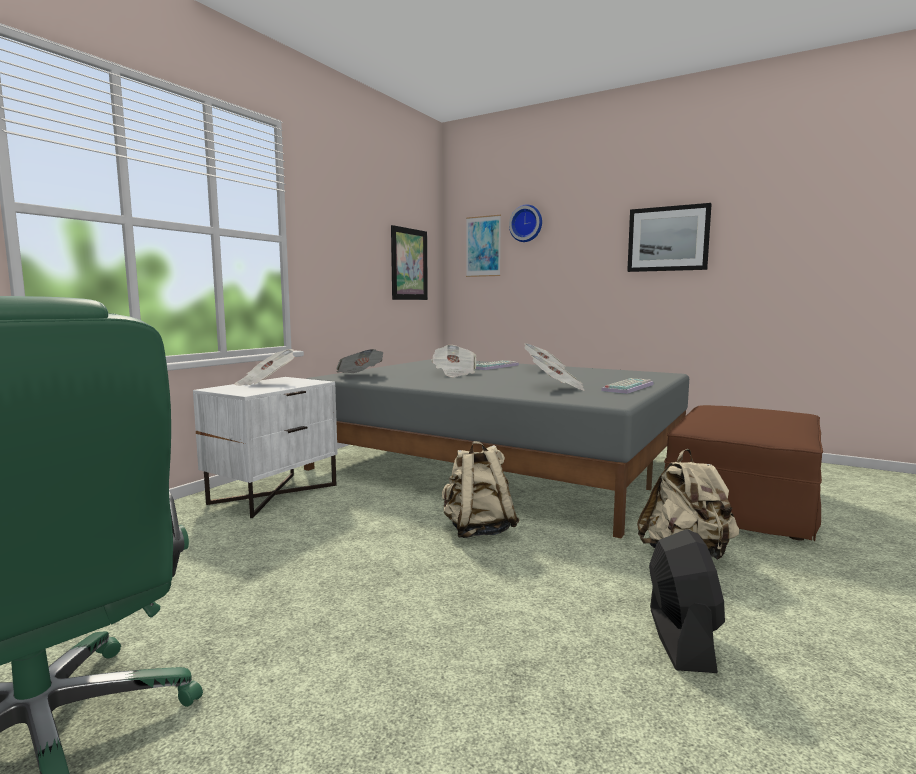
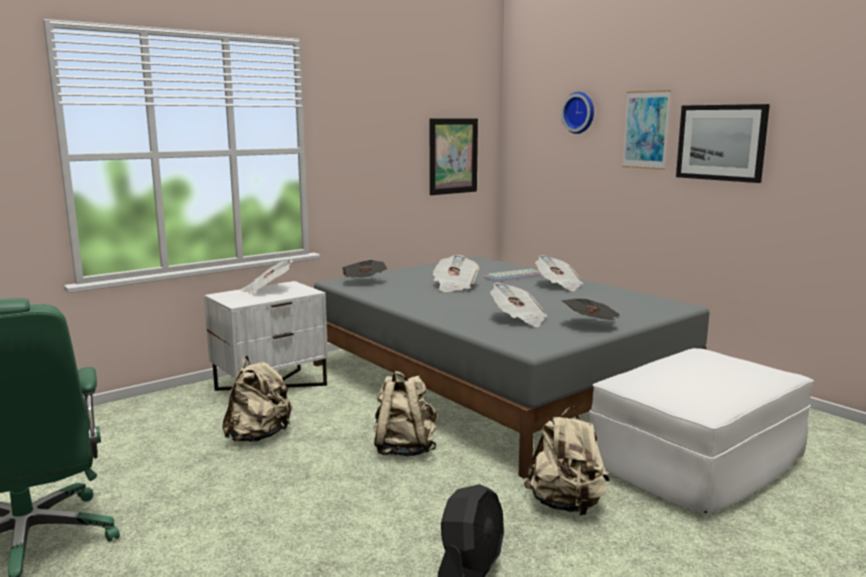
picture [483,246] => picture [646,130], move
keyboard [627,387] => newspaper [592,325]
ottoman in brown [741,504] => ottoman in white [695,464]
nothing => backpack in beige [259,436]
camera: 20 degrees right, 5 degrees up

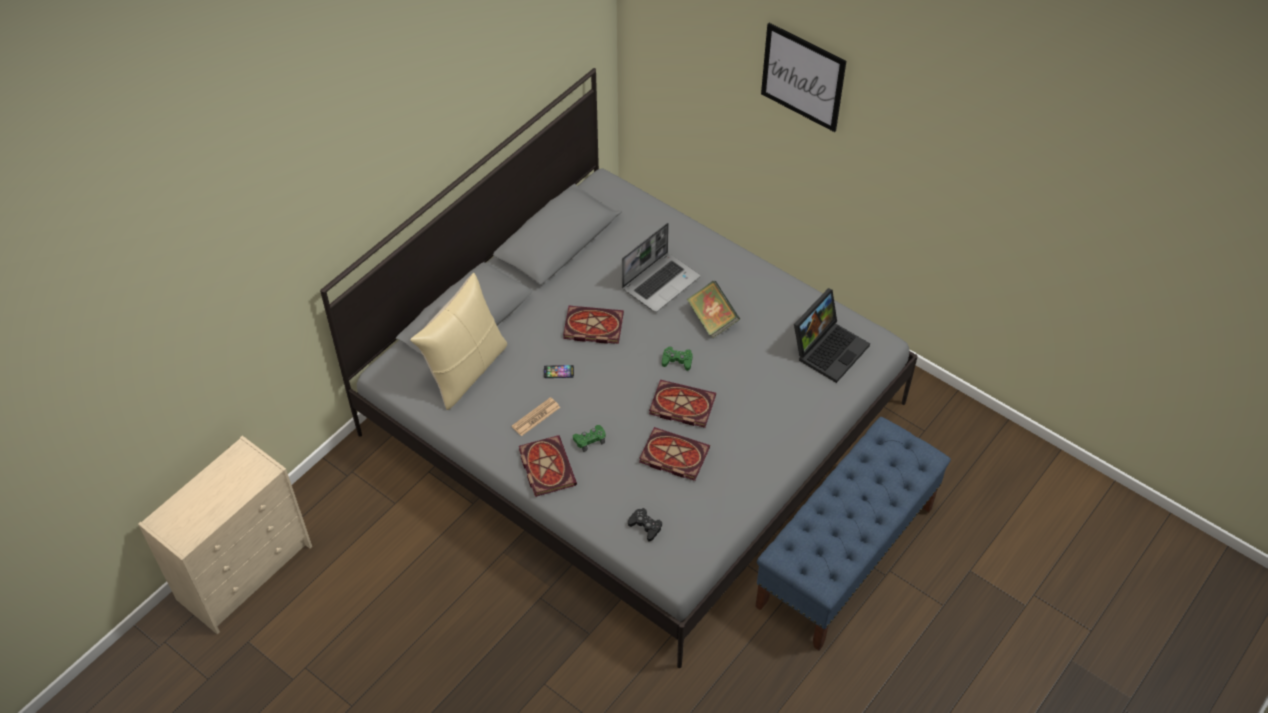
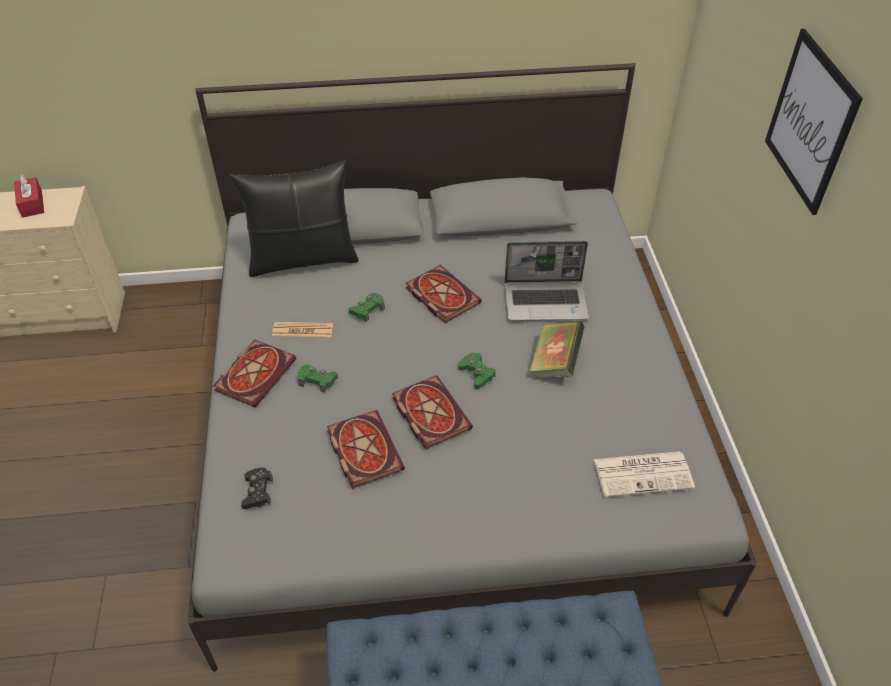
pillow in beige [465,370] => pillow in black [303,259]
laptop [829,348] => newspaper [644,473]
phone [558,372] => game controller in green [367,310]
nothing => tissue box in red [32,204]
camera: 45 degrees right, 5 degrees down

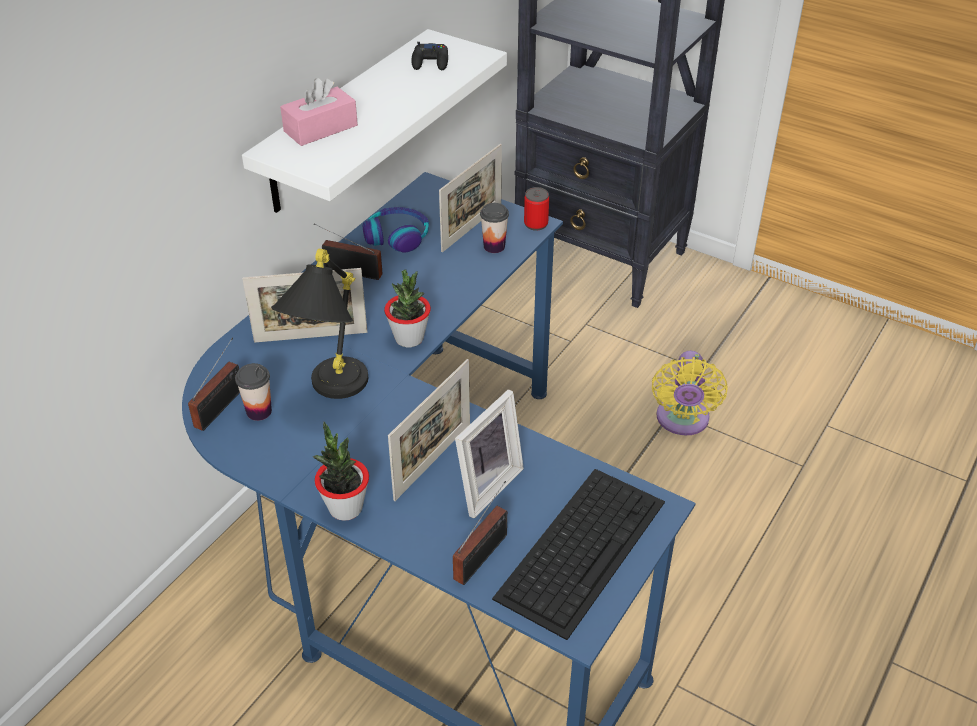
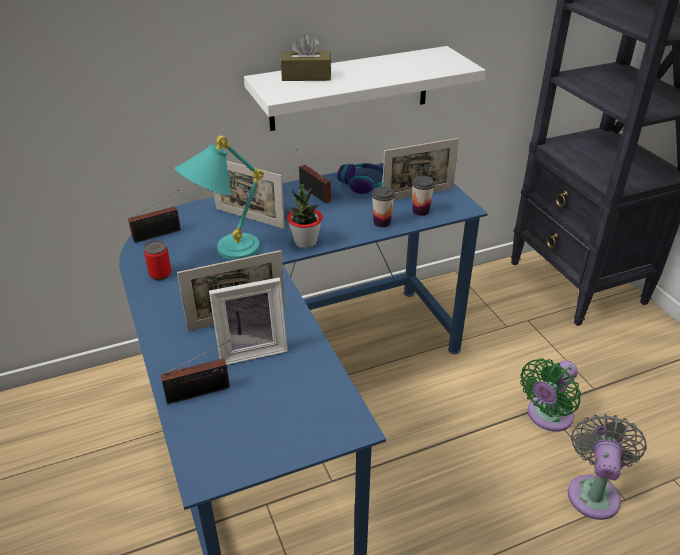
game controller in black [431,62] => nothing
tissue box in pink [320,128] => tissue box in brown [306,76]
can [536,224] => can [160,274], move
table lamp in black [330,393] => table lamp in turquoise [224,253]
fan in yellow [682,421] => fan in green [547,417]
cup [259,411] => cup [382,222], move
potted plant [345,508] => nothing
keyboard [582,547] => nothing
nothing => fan in grey [594,492]
camera: 35 degrees right, 5 degrees down

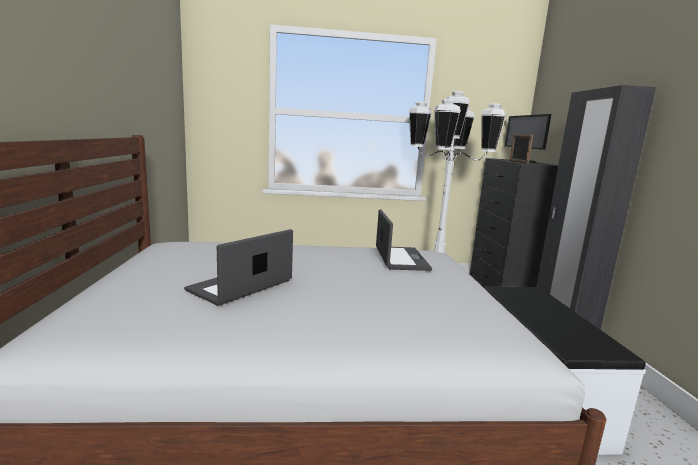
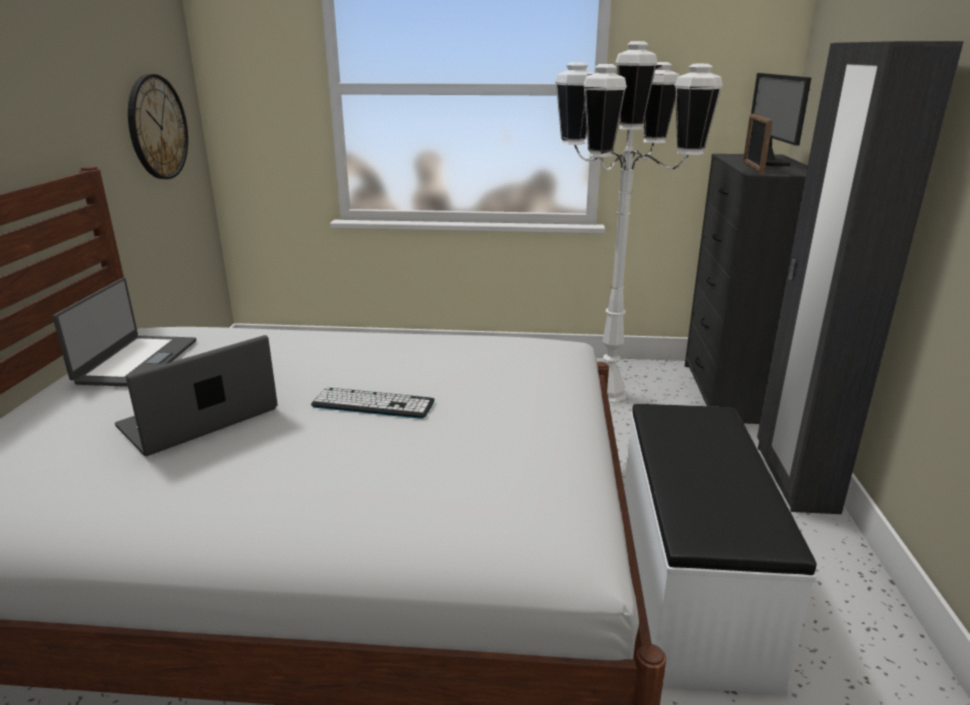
laptop [400,259] => laptop [136,361], move
nothing => wall clock [157,127]
nothing => keyboard [373,404]
camera: 10 degrees right, 10 degrees up

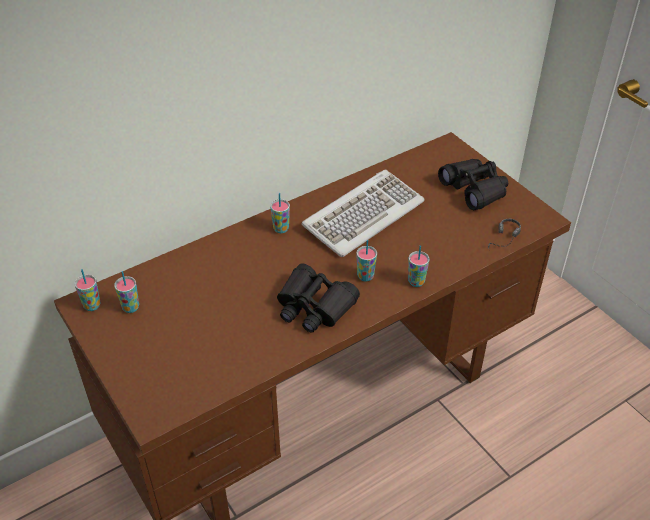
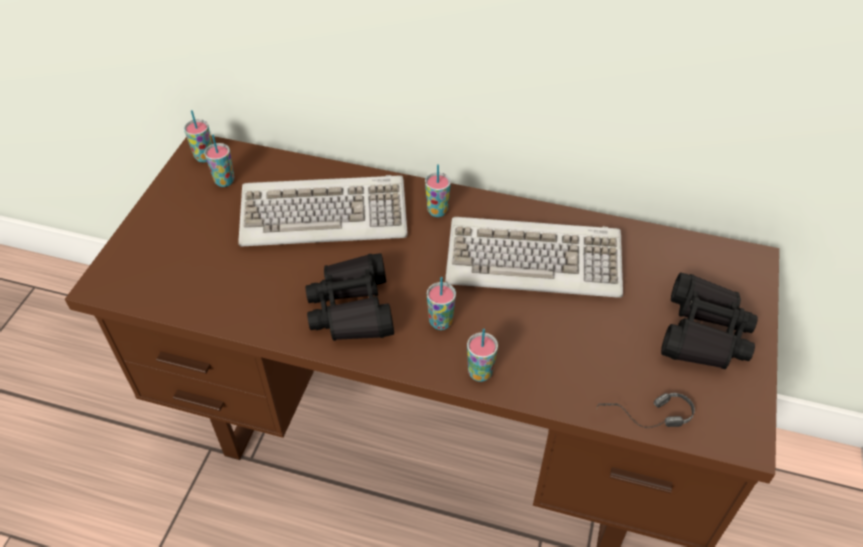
nothing => keyboard [324,215]
camera: 50 degrees right, 5 degrees up

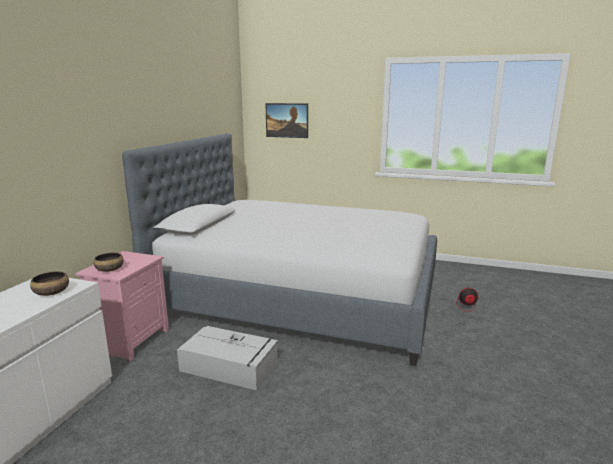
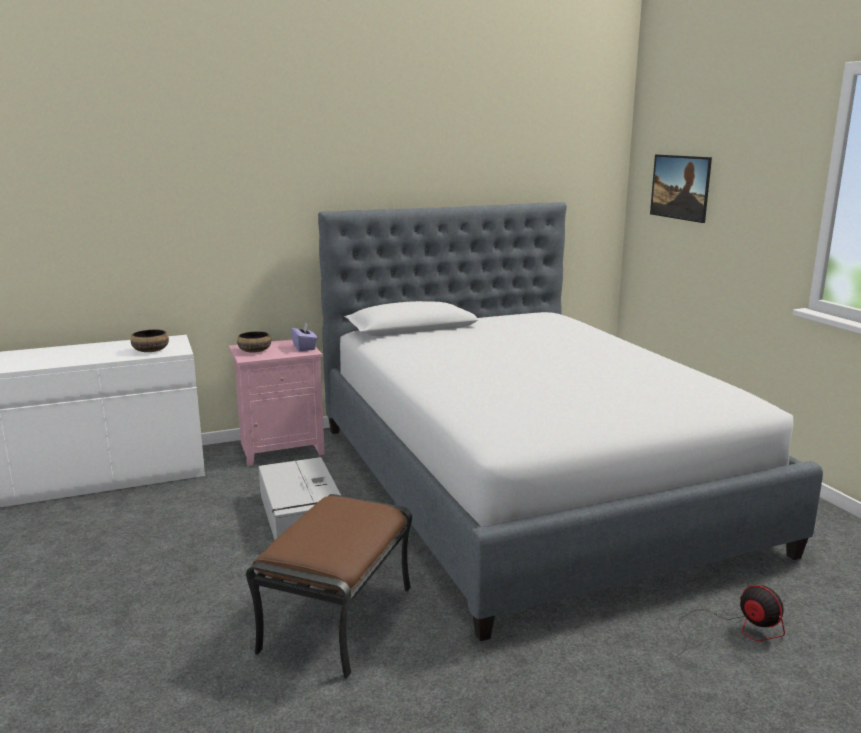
nothing => tissue box in purple [304,347]
nothing => ottoman in brown [337,617]
camera: 50 degrees right, 0 degrees up

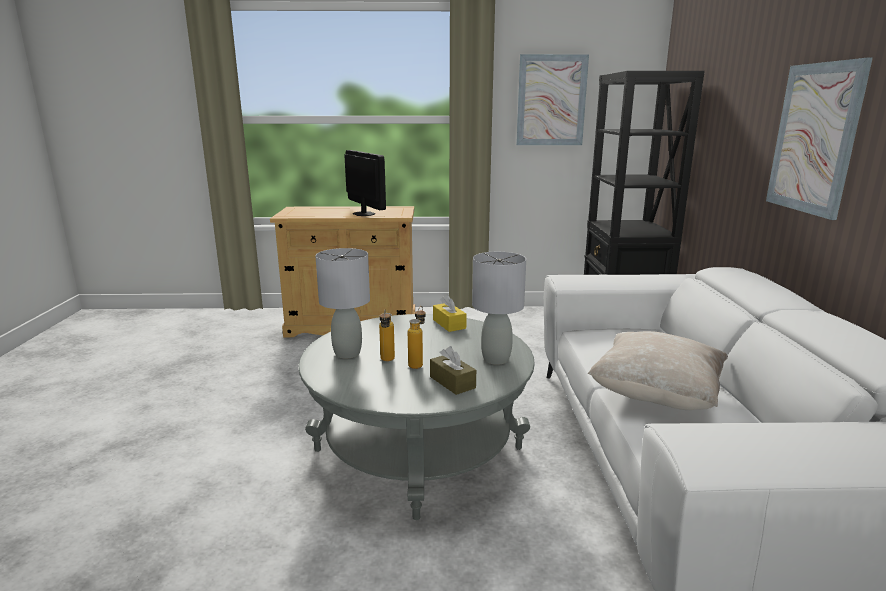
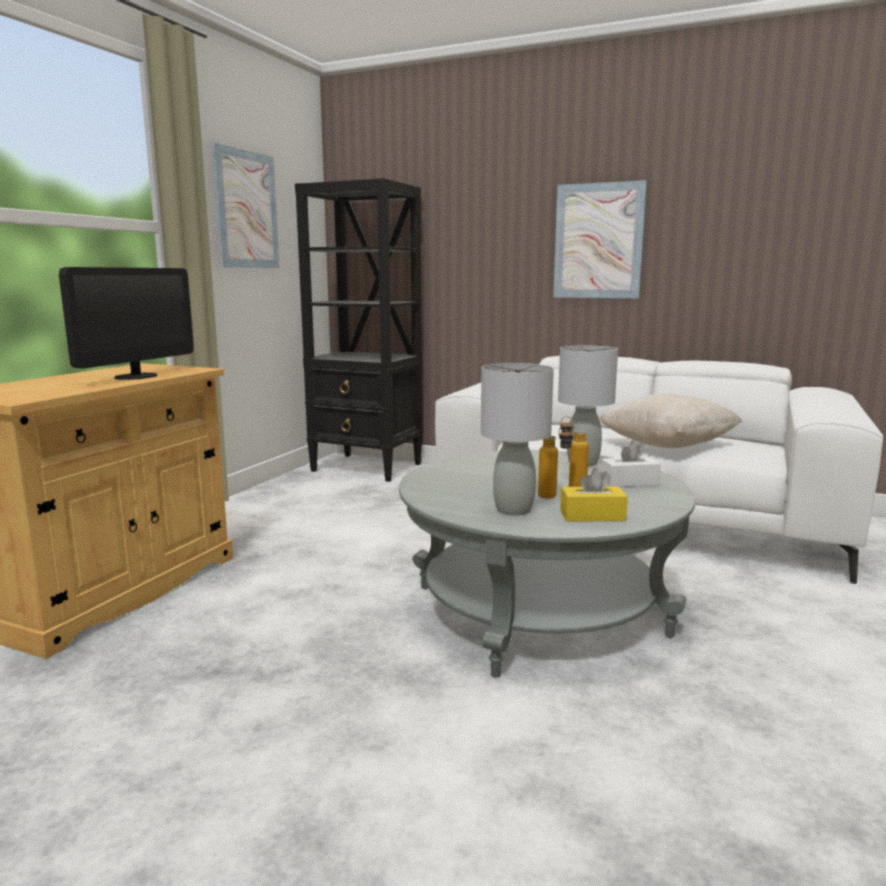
monitor [364,214] => monitor [136,376], 120 degrees clockwise
tissue box in yellow [449,324] => tissue box in yellow [592,516], move
tissue box in brown [452,382] => tissue box in white [629,482]
camera: 65 degrees left, 5 degrees down

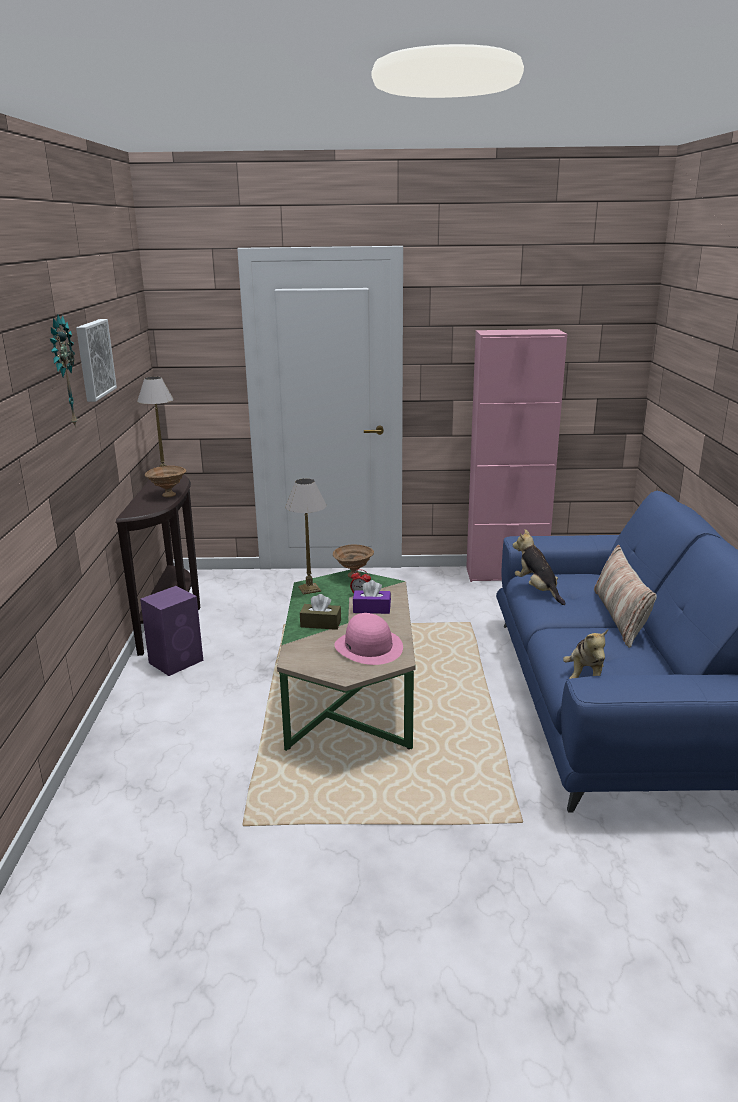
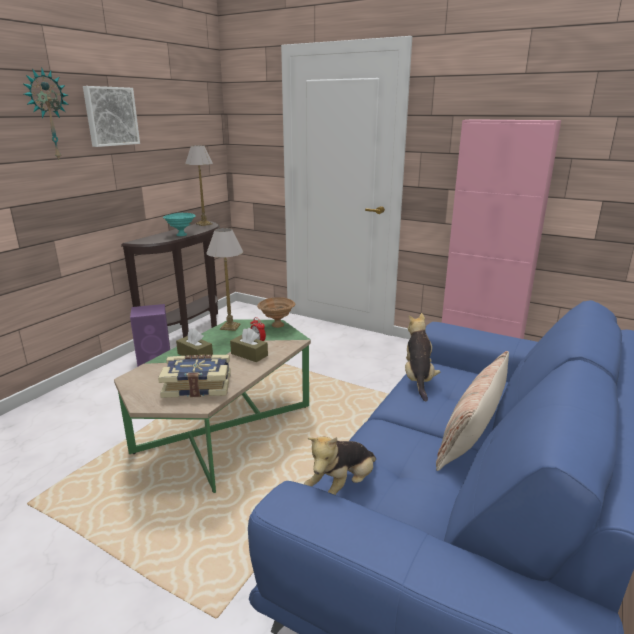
bowl in brown [168,495] => bowl in turquoise [180,235]
tissue box in purple [372,609] => tissue box in brown [249,354]
hat in pink [369,647] => book [197,385]
camera: 30 degrees right, 0 degrees up

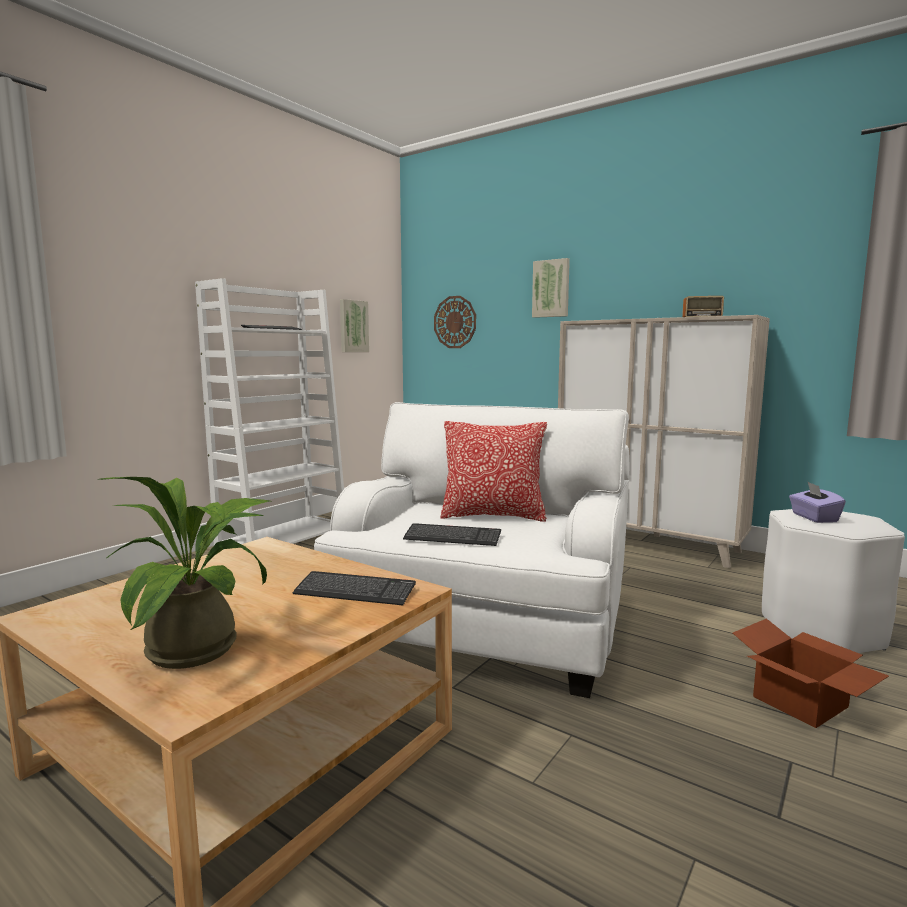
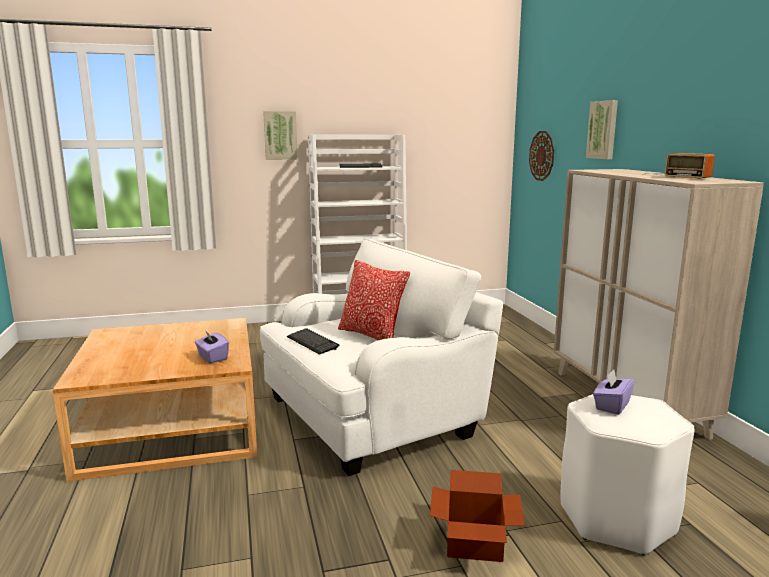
picture [353,326] => picture [280,135], move
potted plant [204,646] => nothing
keyboard [355,591] => tissue box in purple [212,357]
camera: 40 degrees right, 5 degrees up

